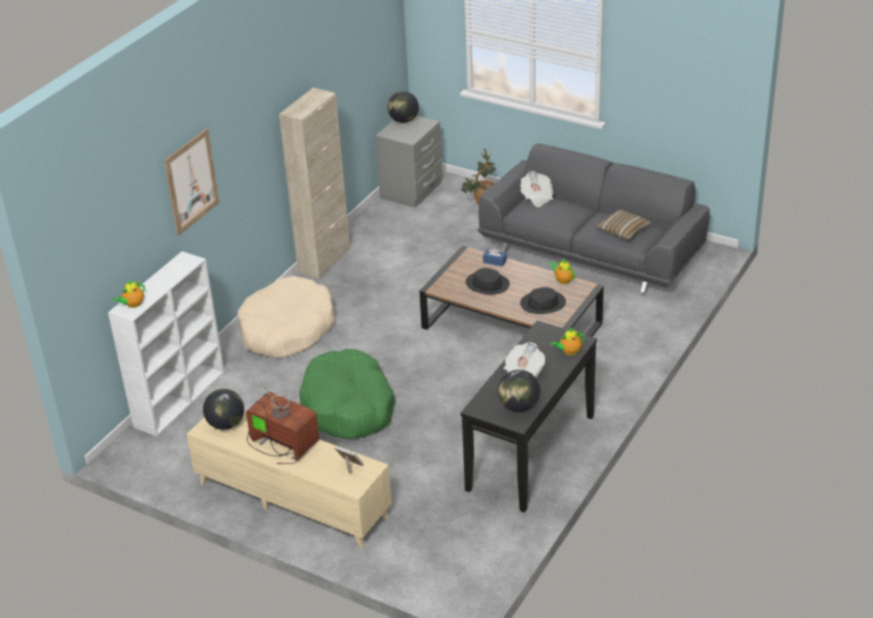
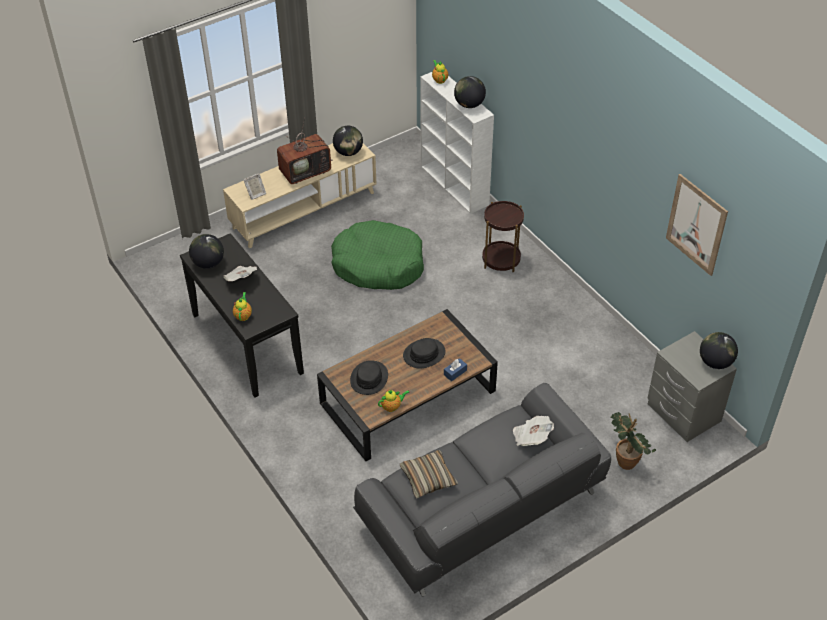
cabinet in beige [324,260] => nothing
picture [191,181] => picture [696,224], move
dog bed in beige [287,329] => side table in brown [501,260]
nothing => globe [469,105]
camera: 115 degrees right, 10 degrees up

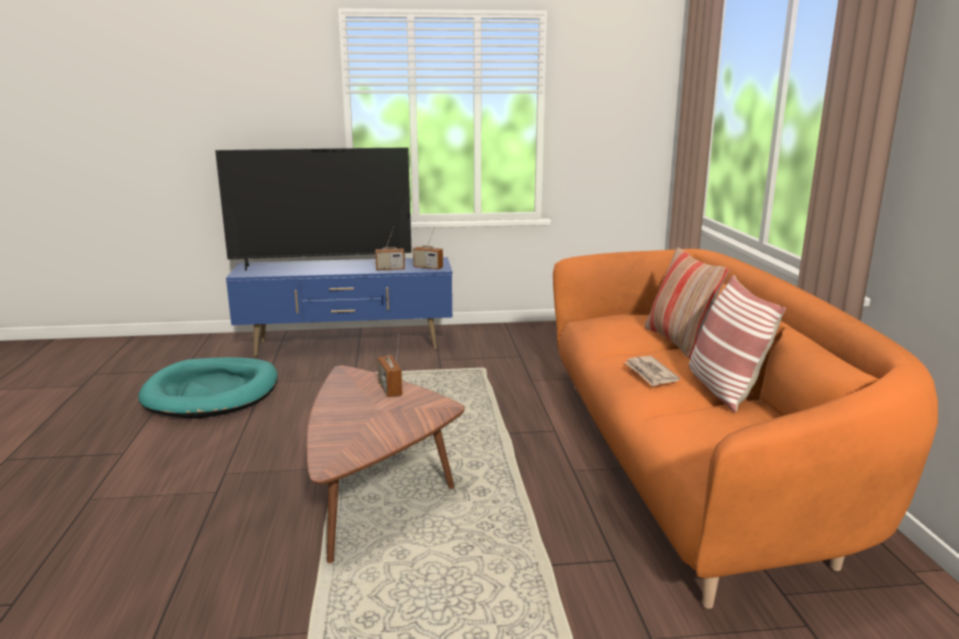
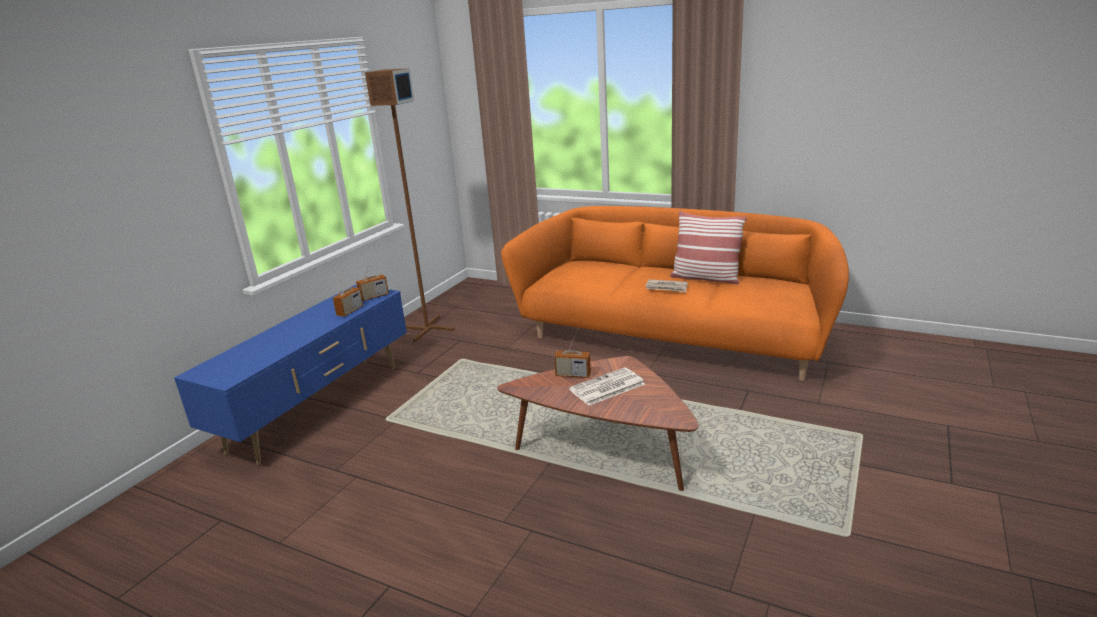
television [322,265] => nothing
pillow [678,341] => nothing
dog bed in turquoise [212,393] => nothing
nothing => floor lamp in brown [426,329]
nothing => newspaper [606,387]
camera: 55 degrees left, 5 degrees up

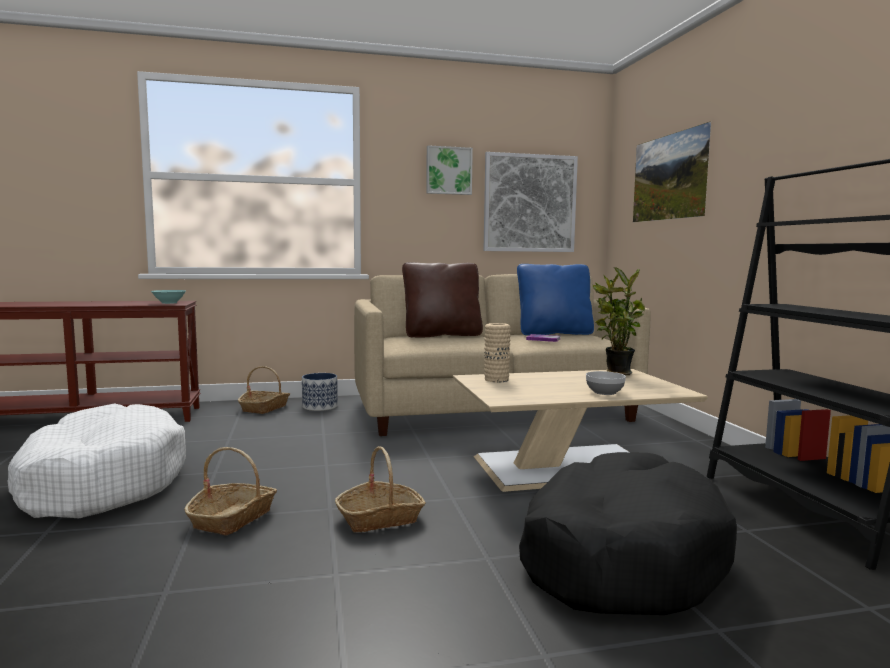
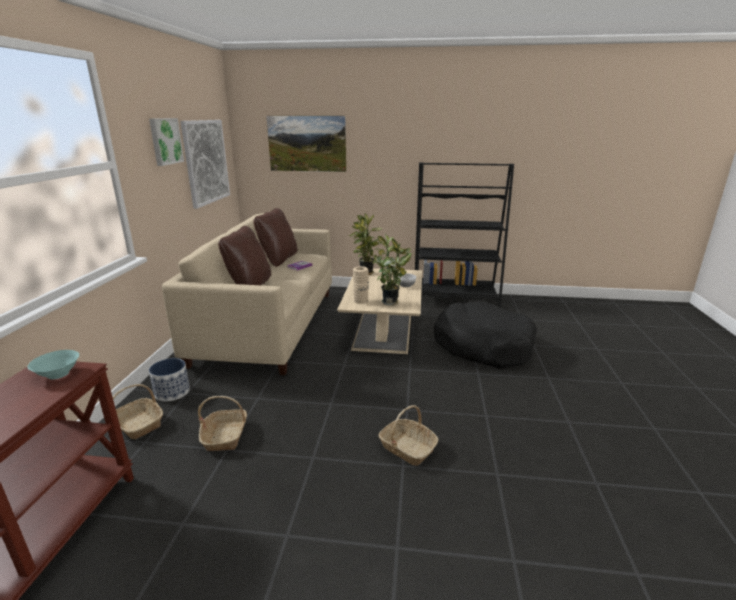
pillow in blue [554,333] => pillow in brown [278,259]
dog bed in white [101,482] => nothing
basket [380,518] => basket [225,435], move
nothing => potted plant [392,302]
camera: 70 degrees left, 15 degrees up

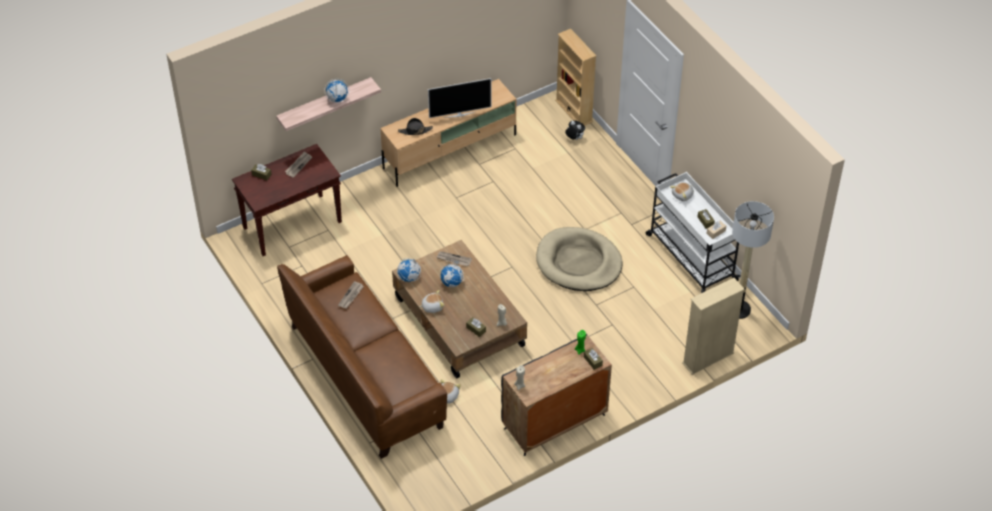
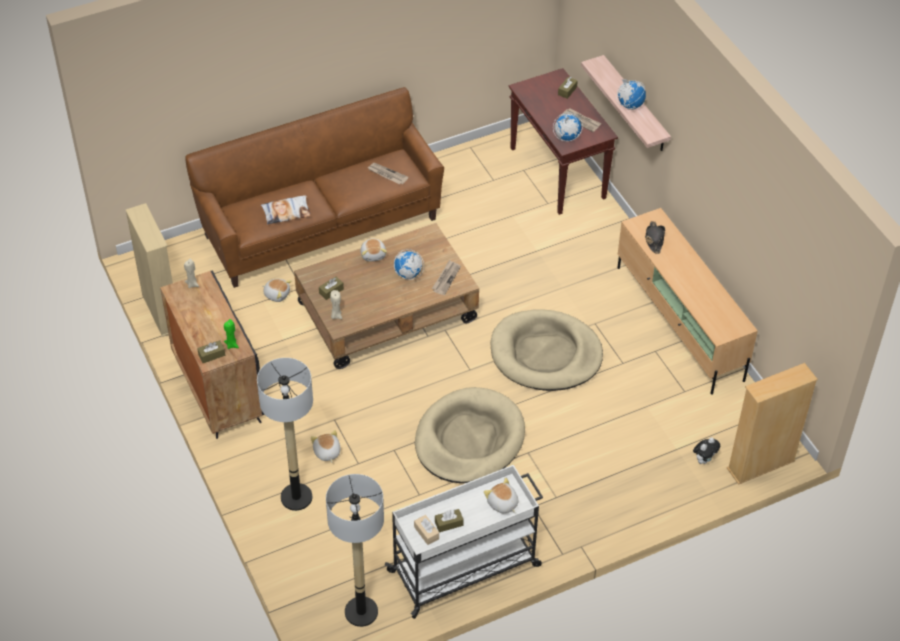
television [459,114] => nothing
globe [409,278] => globe [566,137], move
bookcase in beige [708,358] => bookcase in beige [161,312], move
nothing => pillow [286,212]
nothing => dog bed in beige [545,354]
nothing => floor lamp [296,497]
nothing => plush toy [326,452]
camera: 95 degrees right, 0 degrees up

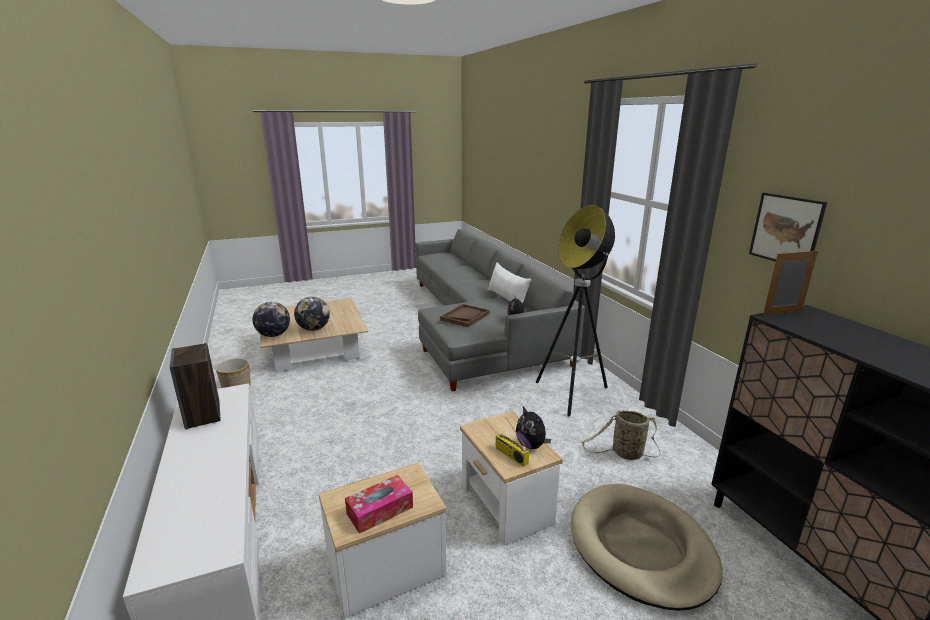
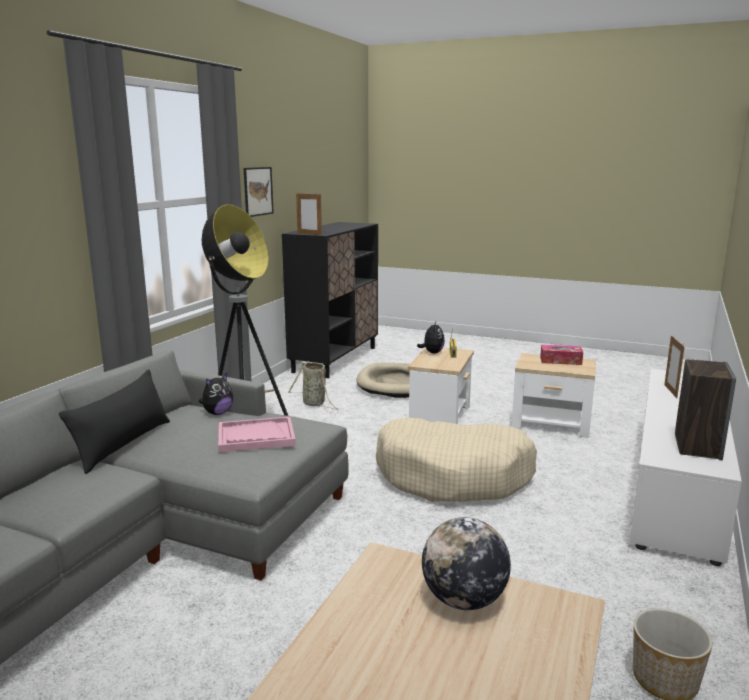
pillow in white [507,298] => pillow in black [123,444]
globe [273,335] => nothing
tray in brown [465,316] => tray in pink [256,437]
nothing => picture frame [670,391]
nothing => dog bed in beige [454,476]
camera: 135 degrees left, 5 degrees down

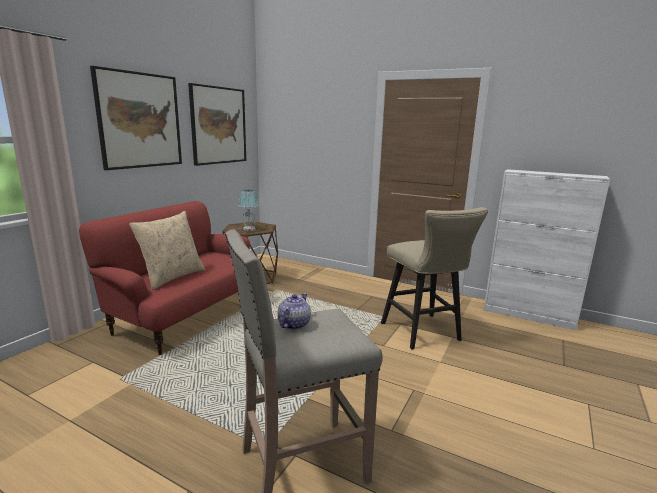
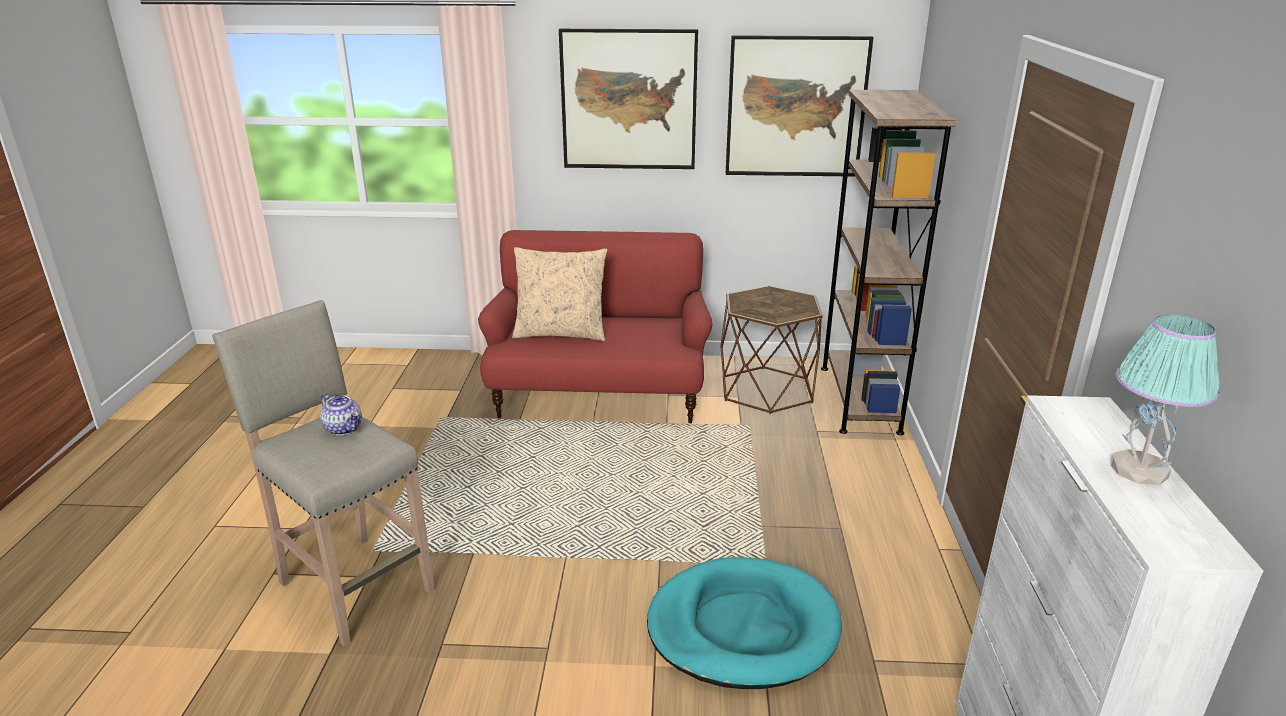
table lamp [249,229] => table lamp [1140,470], move
stool in beige [424,334] => dog bed in turquoise [742,628]
teapot [293,324] => teapot [344,428], 45 degrees clockwise
nothing => bookcase in brown [859,399]
camera: 65 degrees right, 10 degrees up

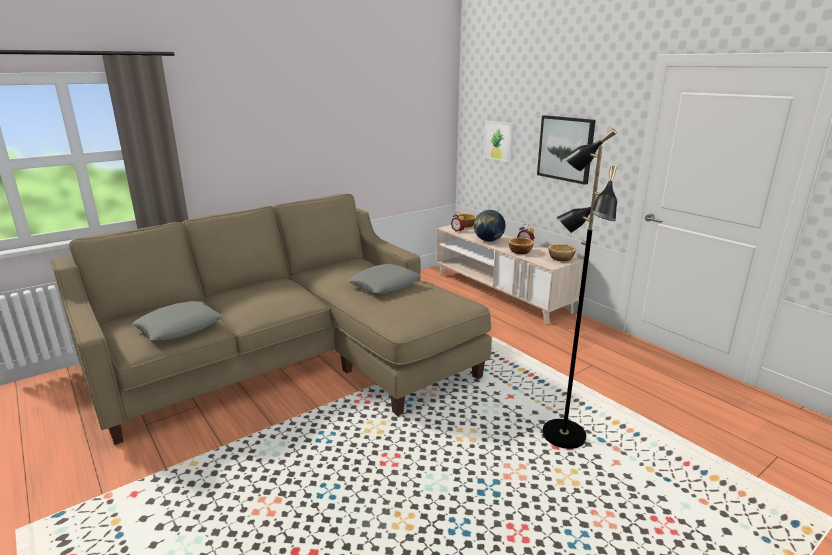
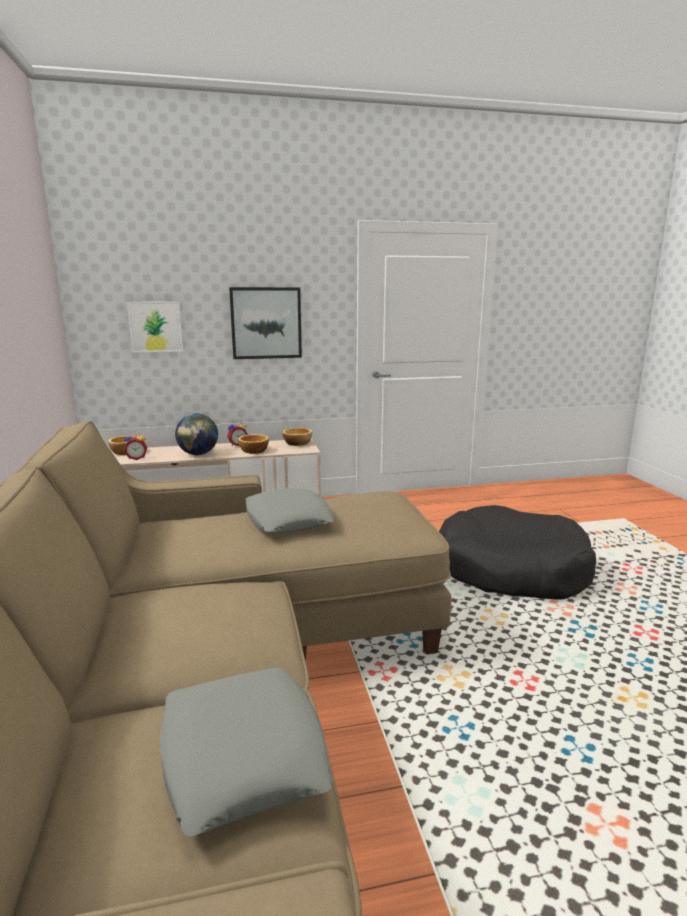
floor lamp in black [562,435] => dog bed in black [511,569]
camera: 65 degrees left, 5 degrees down

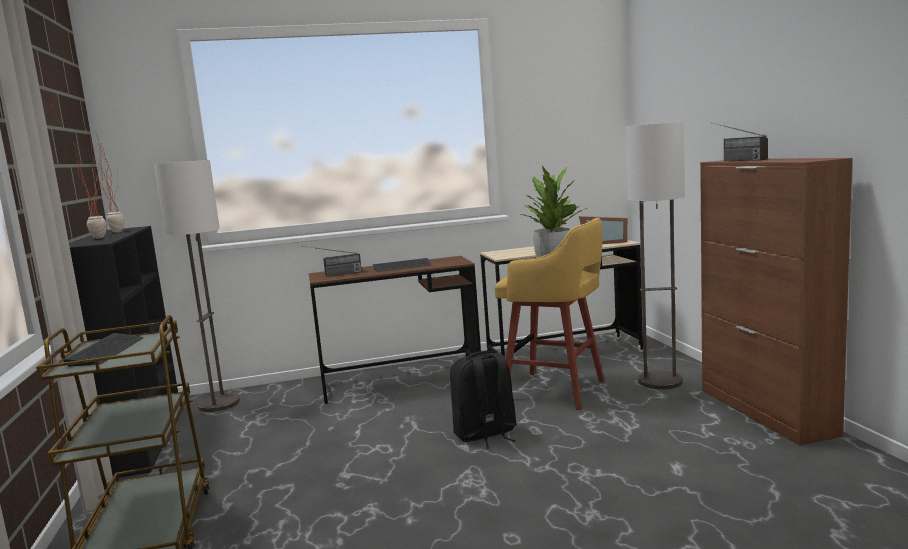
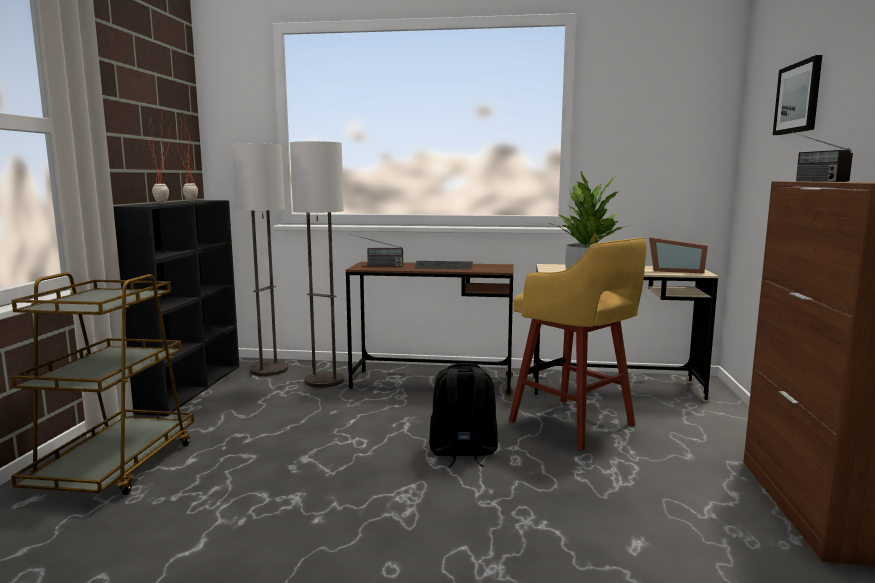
floor lamp [660,381] => floor lamp [324,381], move
keyboard [106,351] => nothing
nothing => picture [798,98]
camera: 20 degrees right, 0 degrees up

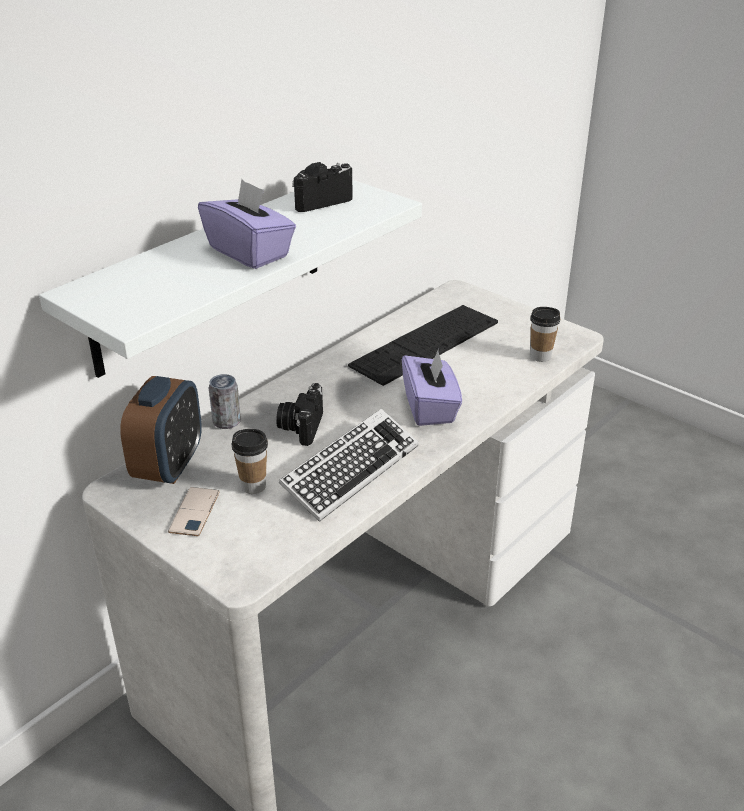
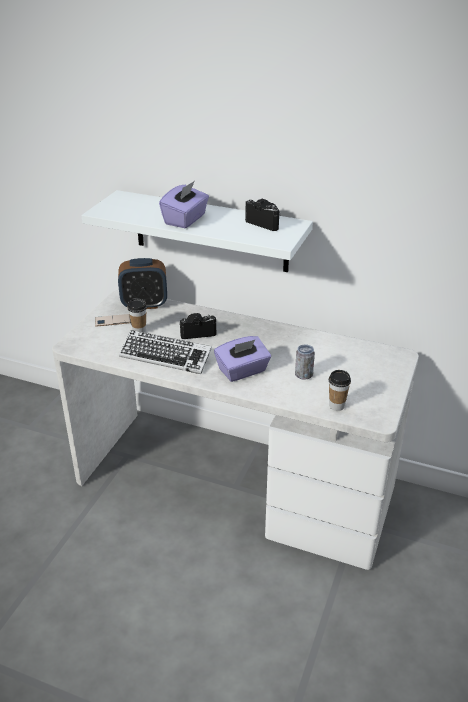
keyboard [425,344] => nothing
can [226,422] => can [303,374], move
camera: 70 degrees right, 0 degrees up

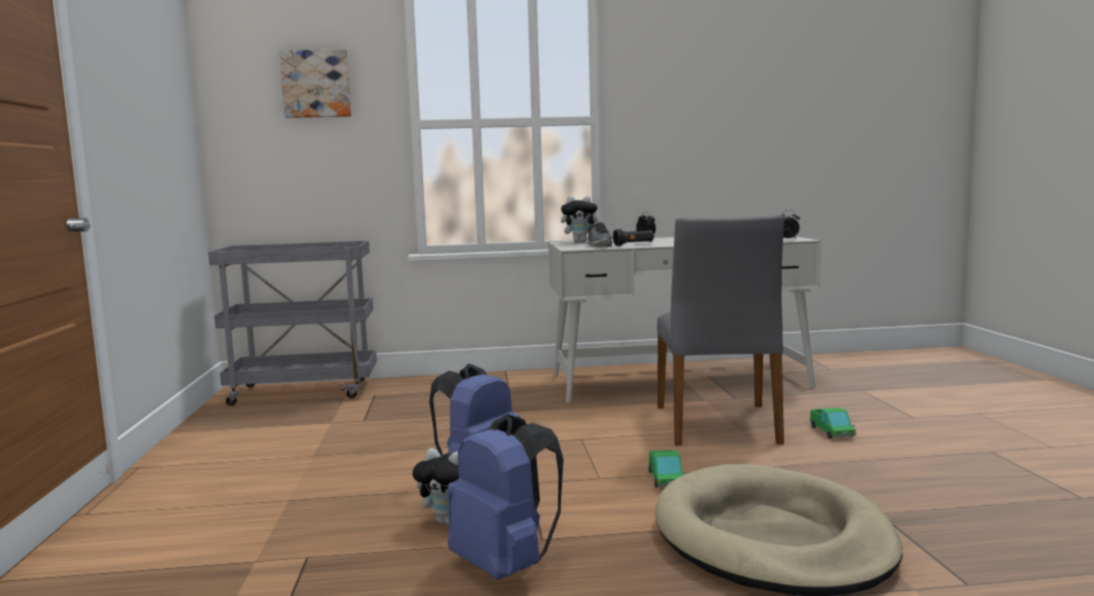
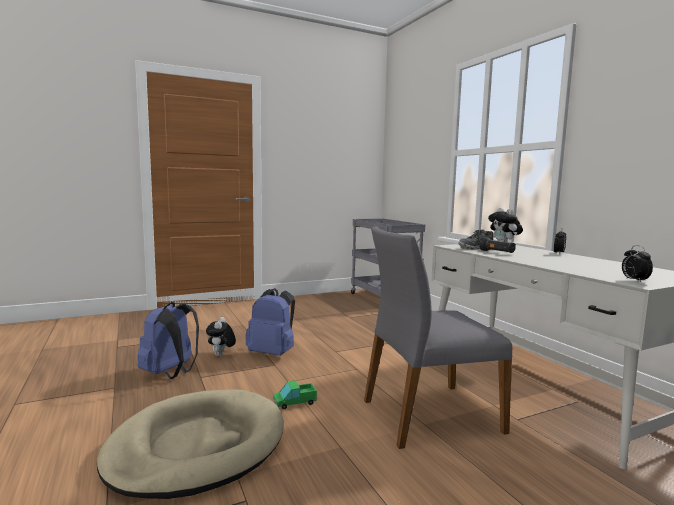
picture [316,84] => nothing
toy truck [832,432] => nothing
camera: 70 degrees right, 0 degrees up

